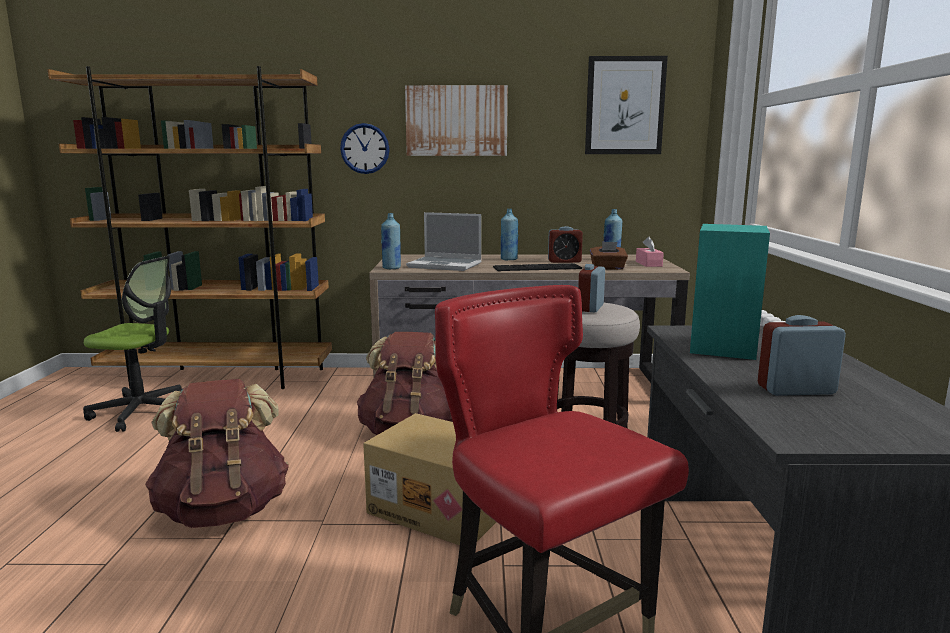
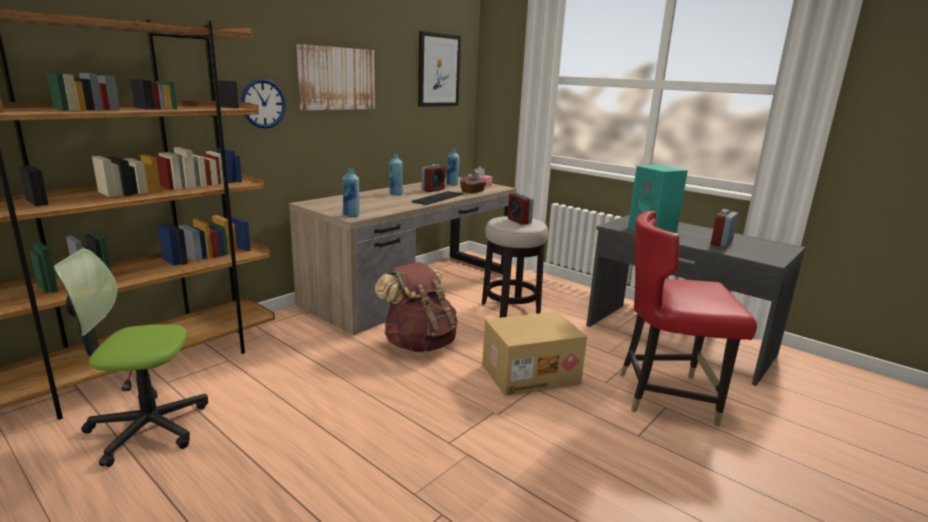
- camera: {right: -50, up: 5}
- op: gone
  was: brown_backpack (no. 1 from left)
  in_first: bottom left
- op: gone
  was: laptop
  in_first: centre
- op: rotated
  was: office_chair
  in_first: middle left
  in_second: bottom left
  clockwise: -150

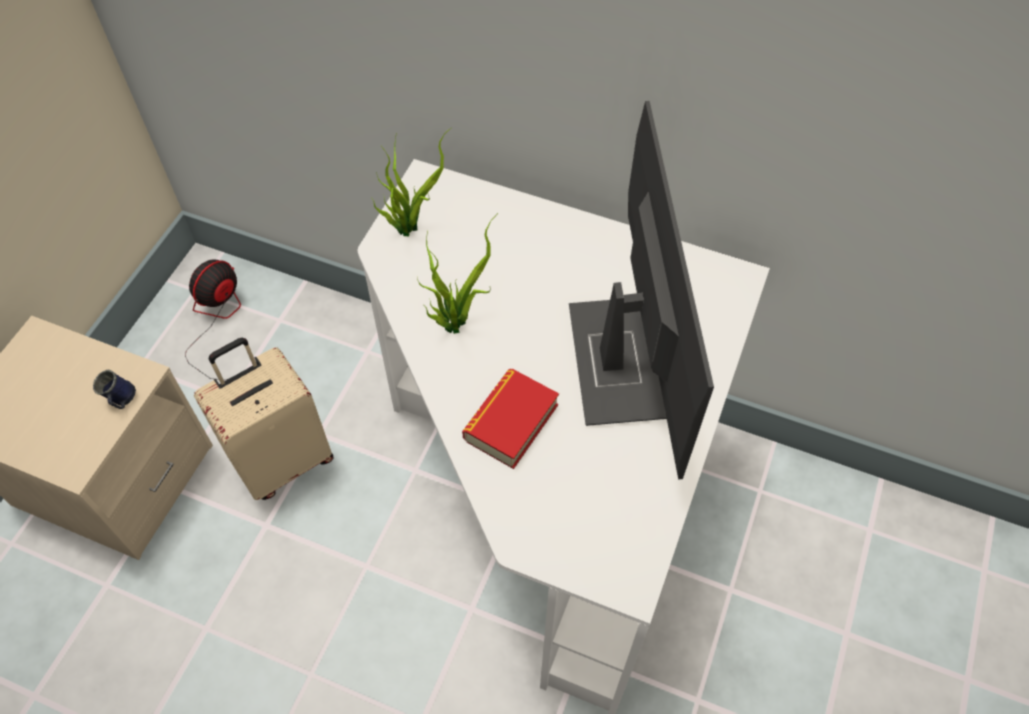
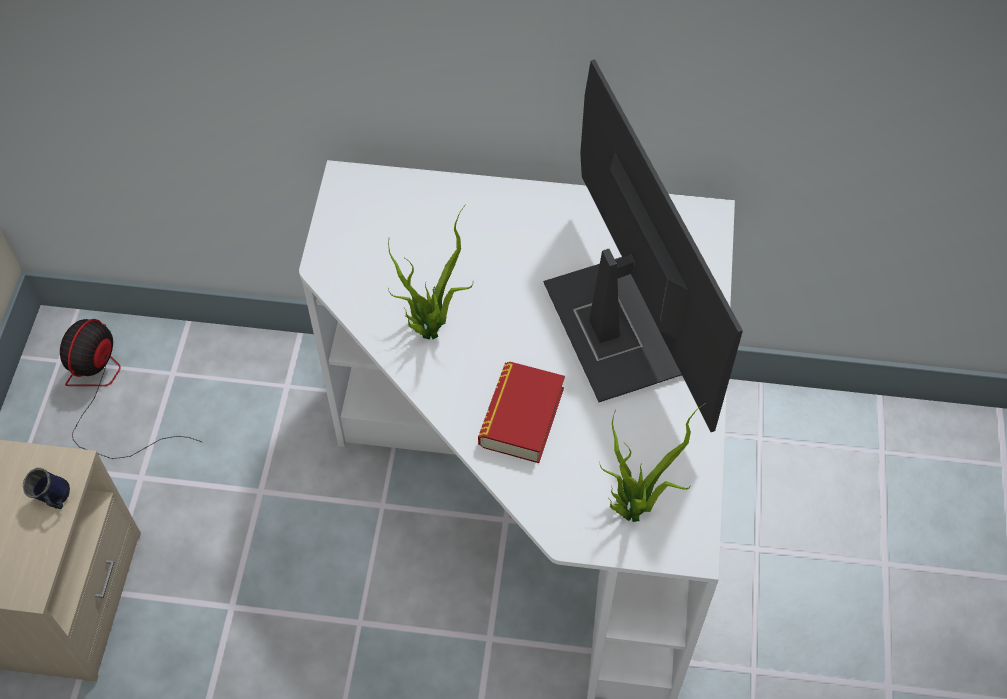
- camera: {right: -15, up: 0}
- op: gone
  was: beige_suitcase
  in_first: middle left
- op: shifted
  was: potted_plant (no. 1 from left in the first image)
  now: potted_plant (no. 2 from left)
  in_first: top centre
  in_second: centre

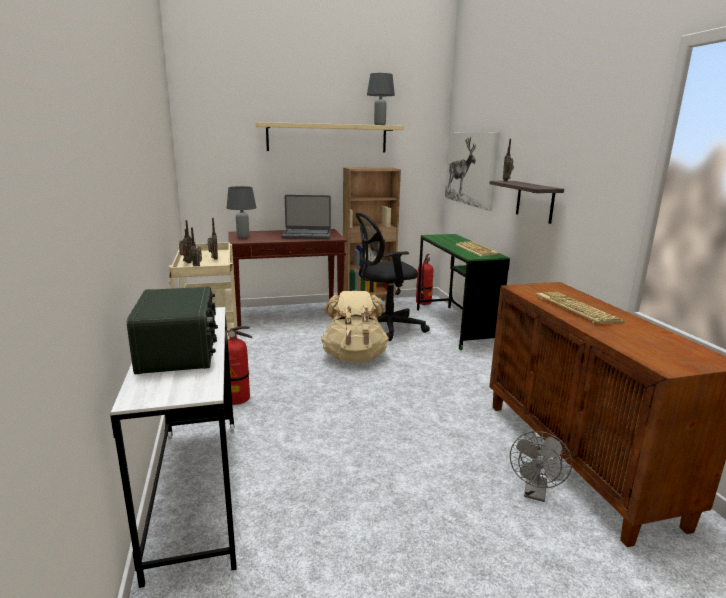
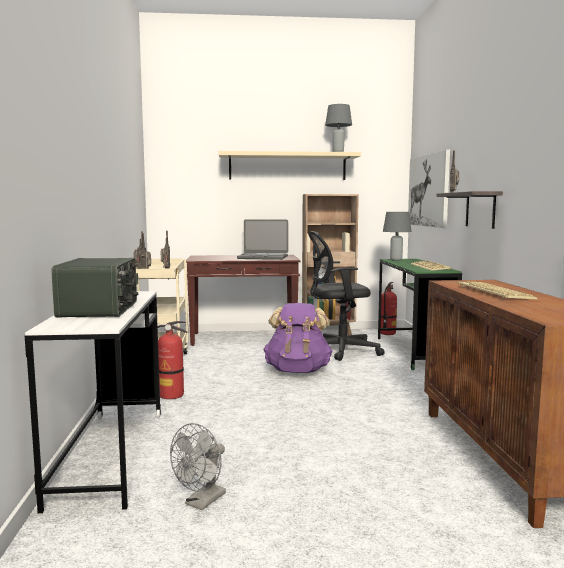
- camera: {right: 10, up: -10}
- op: shifted
  was: grey_table_lamp (no. 1 from left in the first image)
  now: grey_table_lamp (no. 2 from left)
  in_first: middle left
  in_second: middle right
- op: shifted
  was: grey_fan
  in_first: bottom right
  in_second: bottom centre
- op: repainted
  was: beige_backpack
  now: purple_backpack
  in_first: centre
  in_second: centre

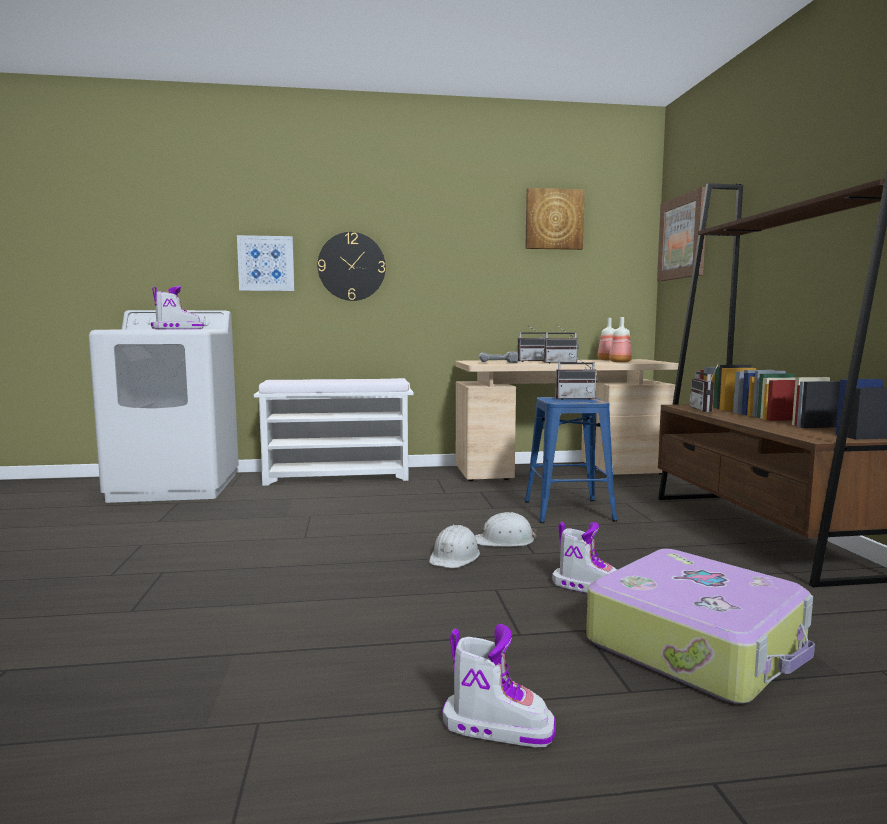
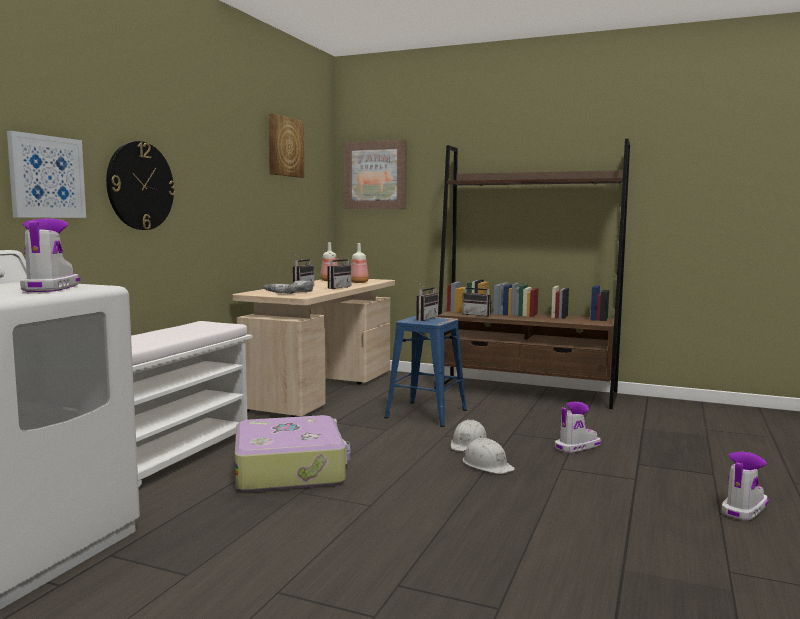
- camera: {right: -60, up: 0}
- op: shifted
  was: suitcase
  in_first: bottom right
  in_second: bottom centre

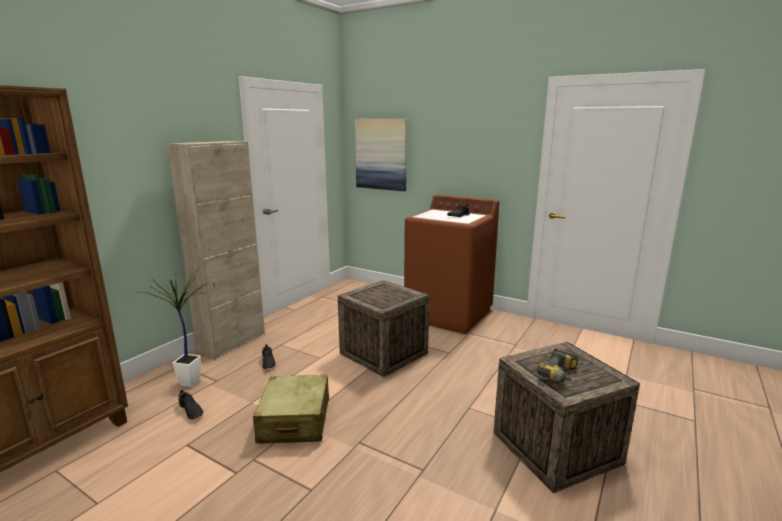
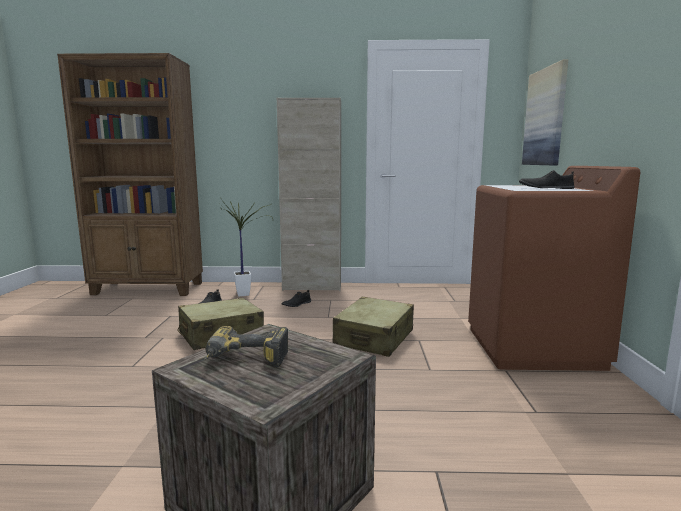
- camera: {right: 60, up: -5}
- op: swapped
  was: crate (no. 1 from left)
  now: beige_suitcase (no. 2 from left)
  in_first: centre
  in_second: centre

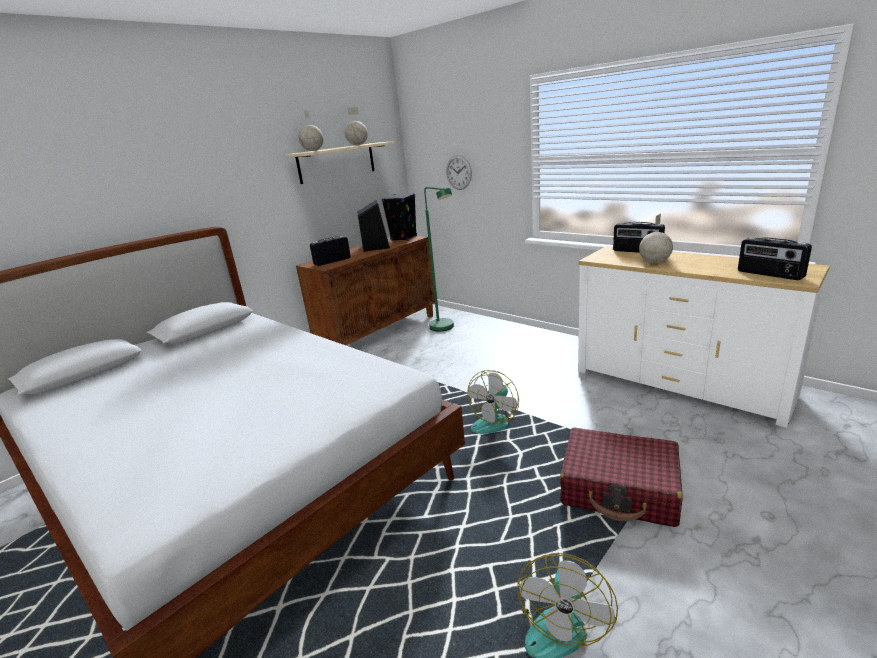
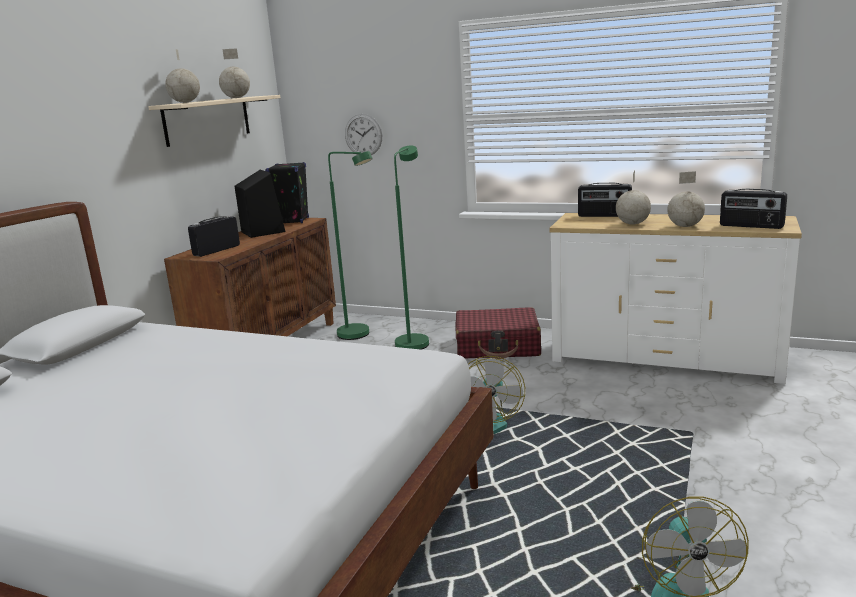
- camera: {right: -20, up: -5}
- op: new
  now: green_floor_lamp (no. 2 from left)
  in_second: centre
- op: new
  now: globe (no. 4 from left)
  in_second: middle right
- op: shifted
  was: red_suitcase
  in_first: bottom right
  in_second: centre

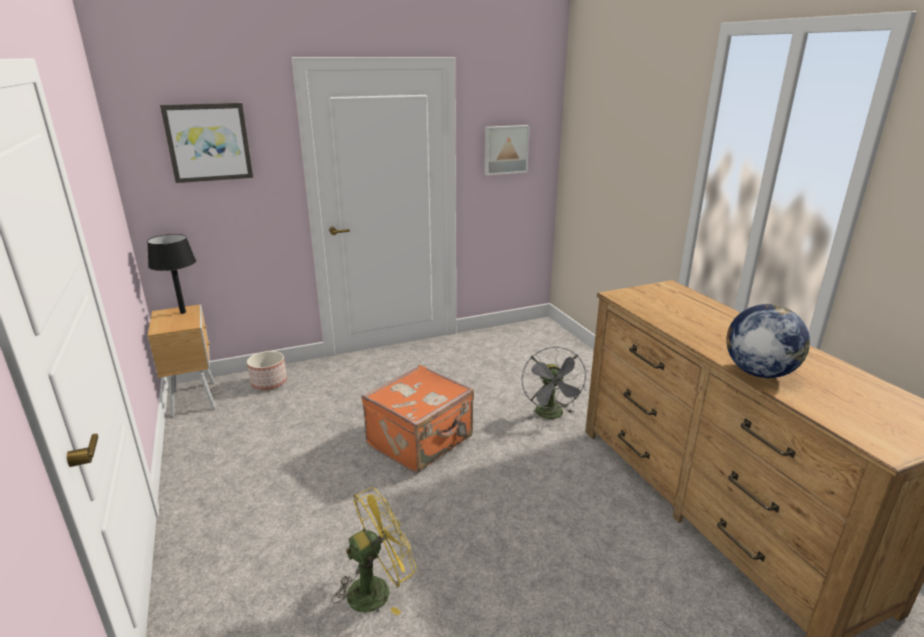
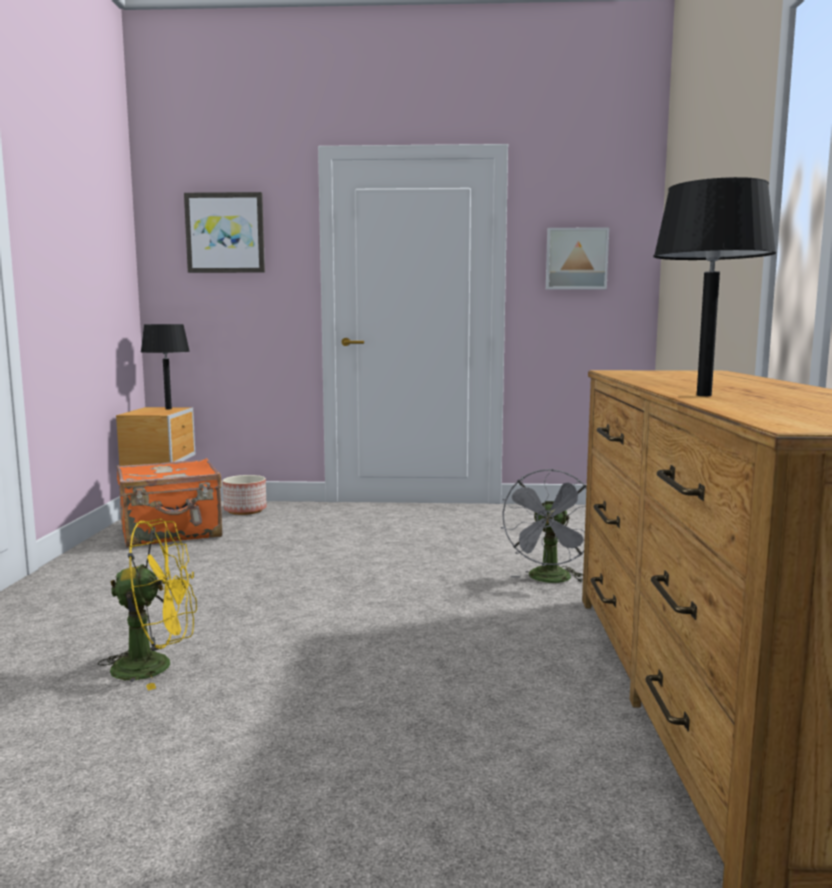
- camera: {right: 25, up: -15}
- op: shifted
  was: orange_suitcase
  in_first: centre
  in_second: middle left
- op: swapped
  was: globe
  now: black_table_lamp (no. 2 from left)
  in_first: middle right
  in_second: top right

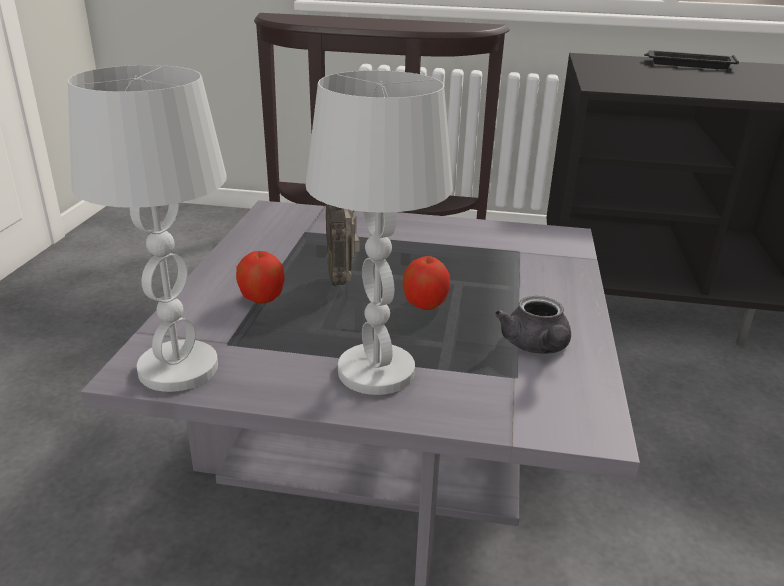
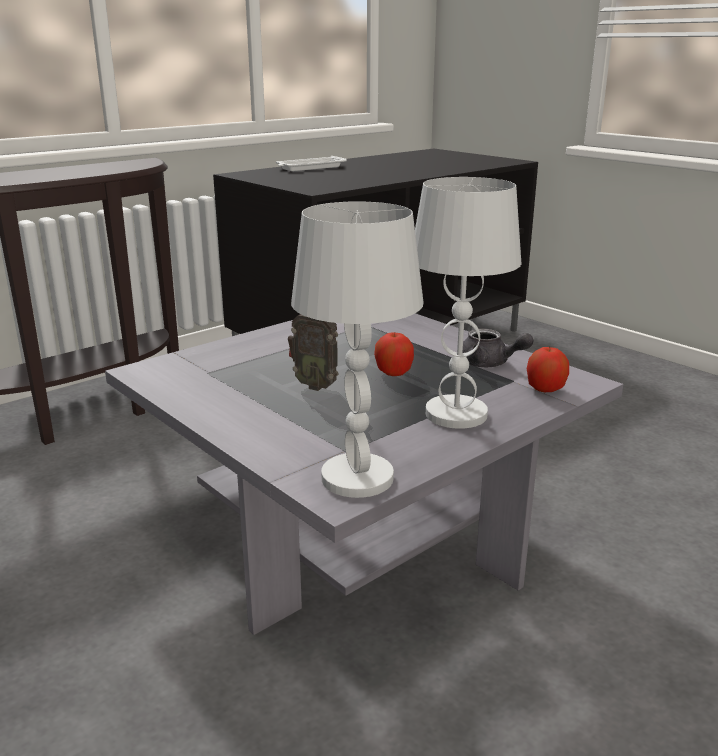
- camera: {right: -50, up: -5}
- op: shifted
  was: apple (no. 1 from left in the first image)
  now: apple (no. 2 from left)
  in_first: middle left
  in_second: middle right
- op: repainted
  was: black_tray
  now: white_tray
  in_first: top right
  in_second: top centre

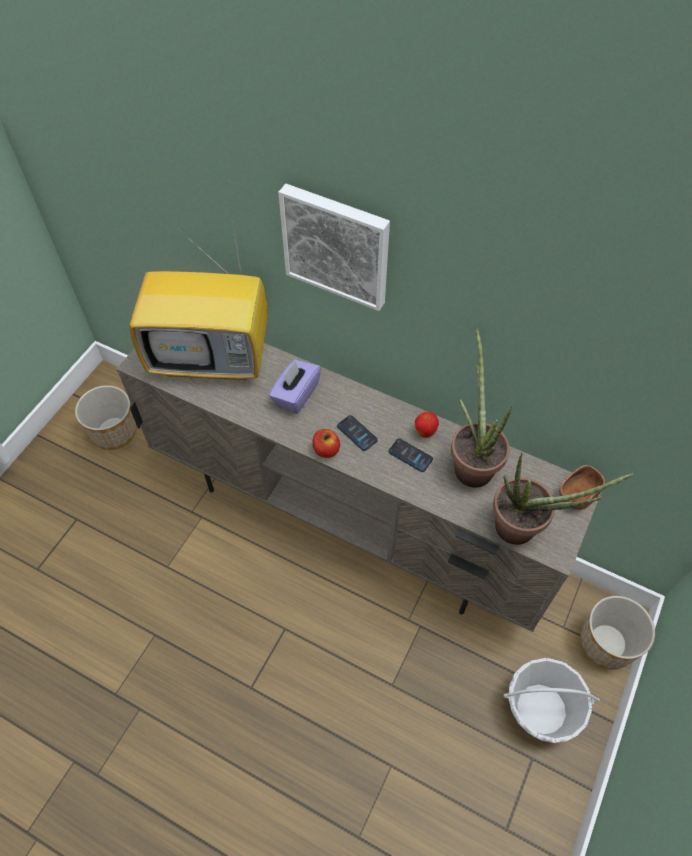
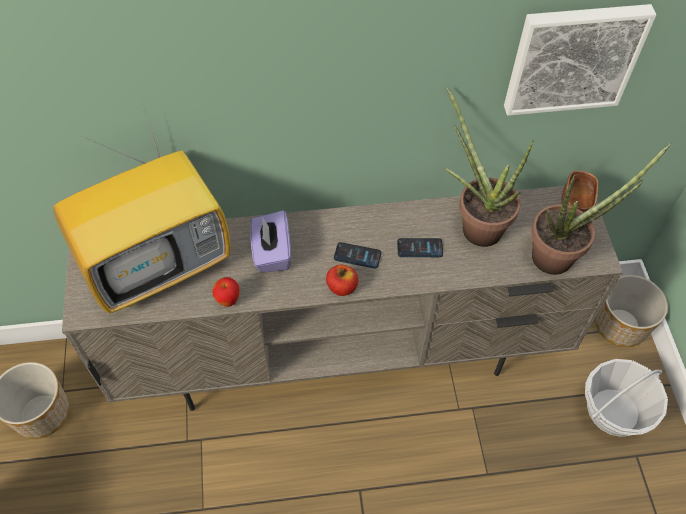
- camera: {right: -35, up: 0}
- op: shifted
  was: picture
  in_first: top centre
  in_second: top right
- op: shifted
  was: apple (no. 2 from left in the first image)
  now: apple (no. 1 from left)
  in_first: centre
  in_second: middle left

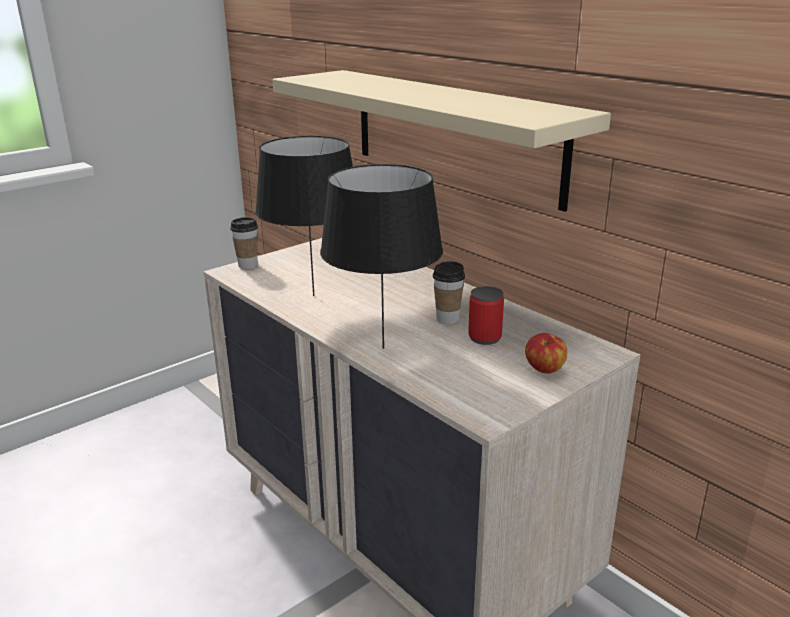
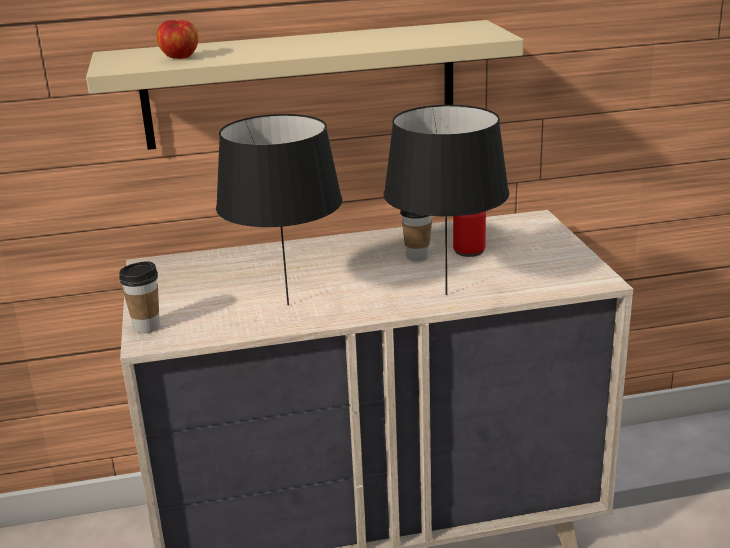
- camera: {right: -60, up: 0}
- op: shifted
  was: apple
  in_first: middle right
  in_second: top left

